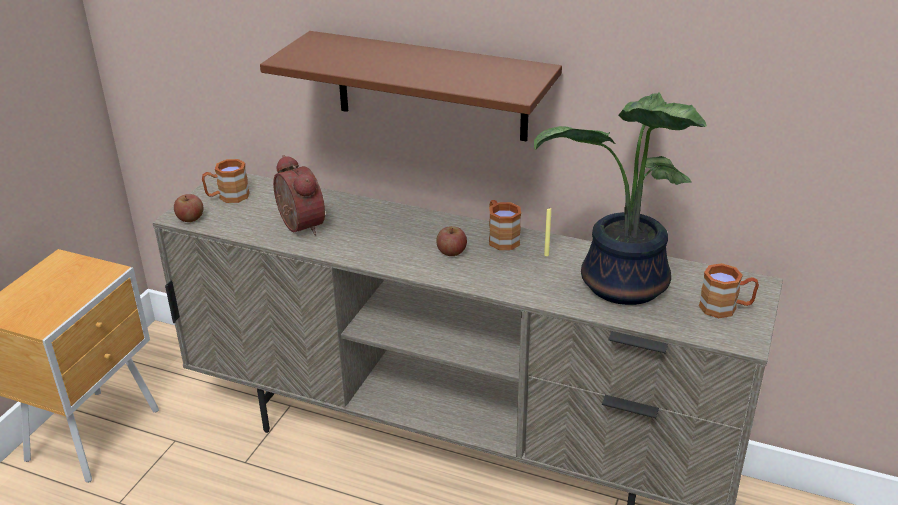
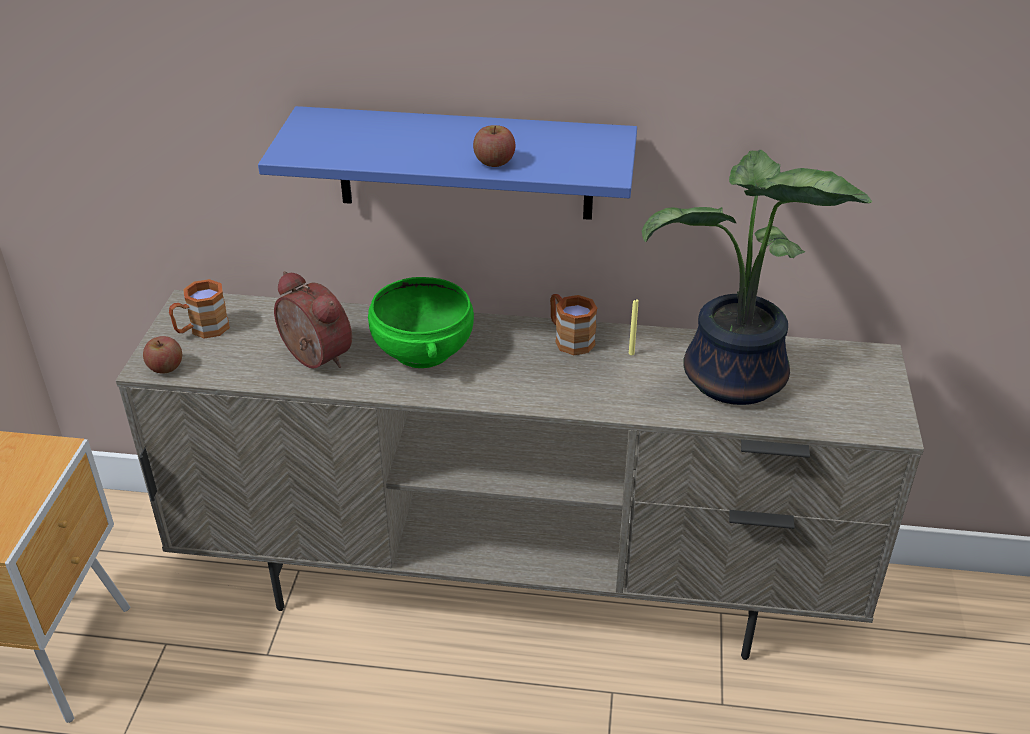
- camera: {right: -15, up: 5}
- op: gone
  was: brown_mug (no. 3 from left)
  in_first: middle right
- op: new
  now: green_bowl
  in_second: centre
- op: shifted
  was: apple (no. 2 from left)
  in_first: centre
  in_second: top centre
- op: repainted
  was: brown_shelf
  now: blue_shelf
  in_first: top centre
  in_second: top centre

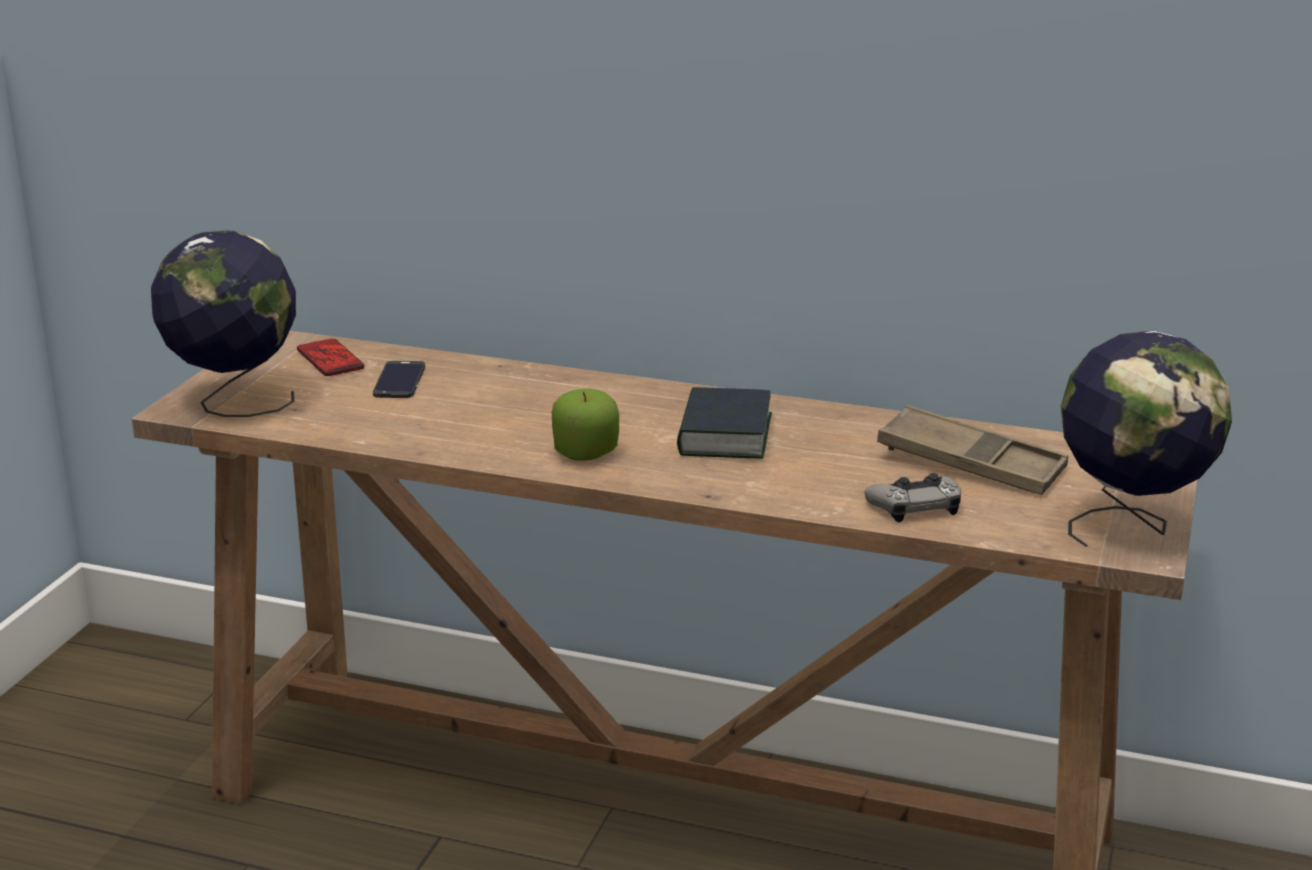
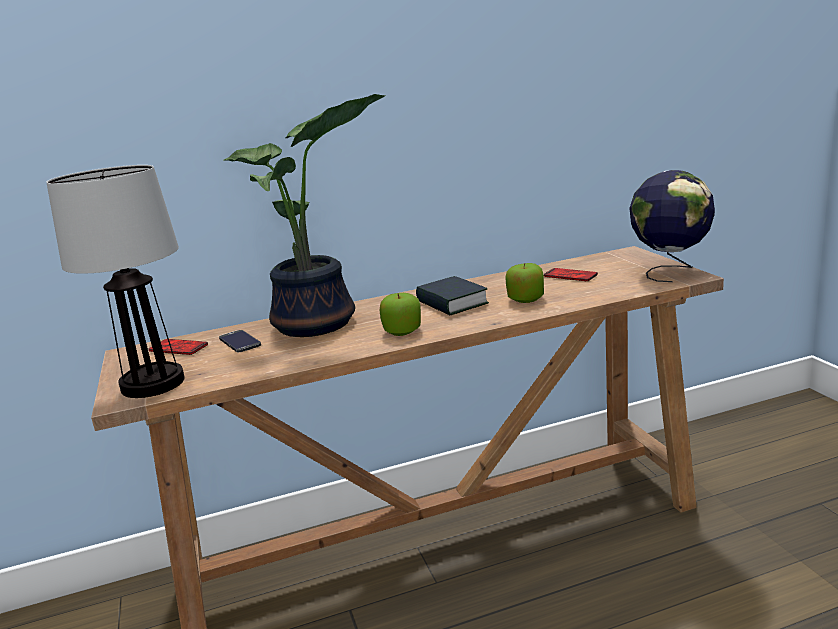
- camera: {right: -35, up: -5}
- op: gone
  was: grey_game_controller
  in_first: middle right
- op: new
  now: potted_plant
  in_second: centre
- op: new
  now: apple (no. 2 from left)
  in_second: centre
- op: swapped
  was: globe (no. 1 from left)
  now: table_lamp
  in_first: middle left
  in_second: middle left
- op: swapped
  was: brown_tray
  now: phone (no. 3 from left)
  in_first: middle right
  in_second: middle right

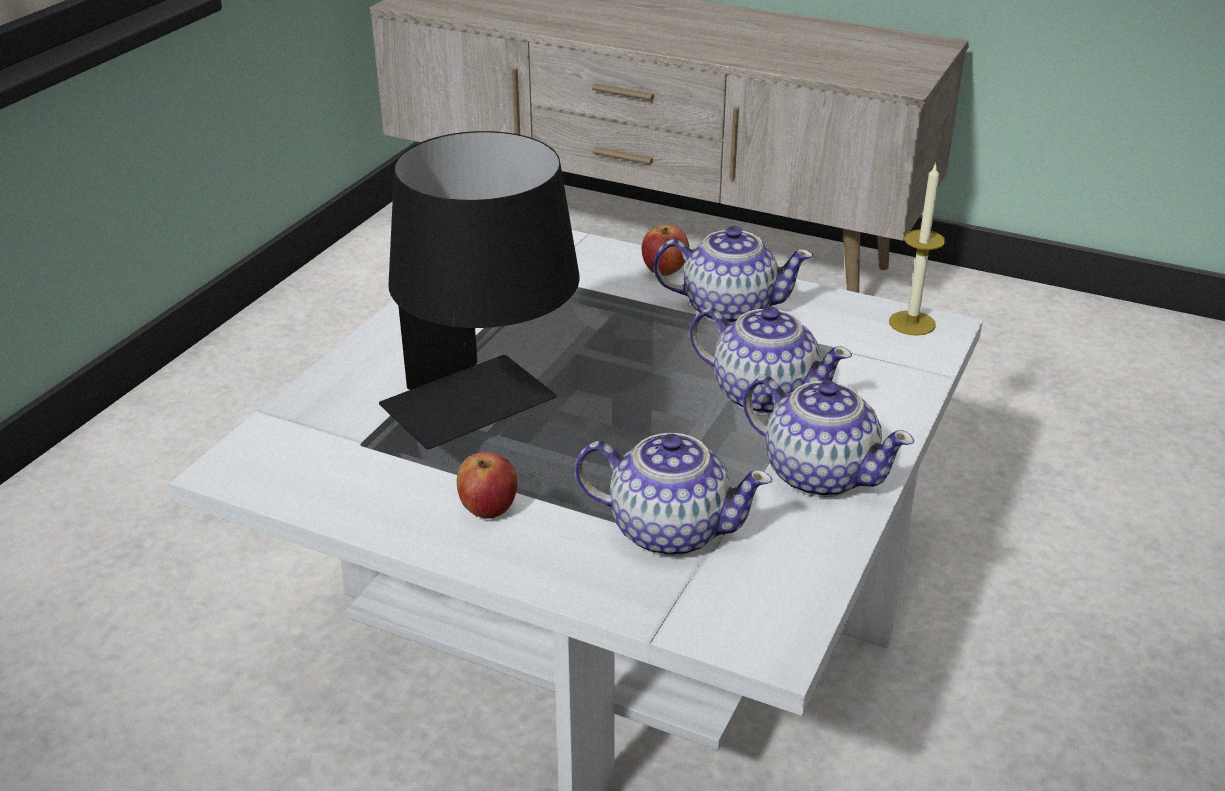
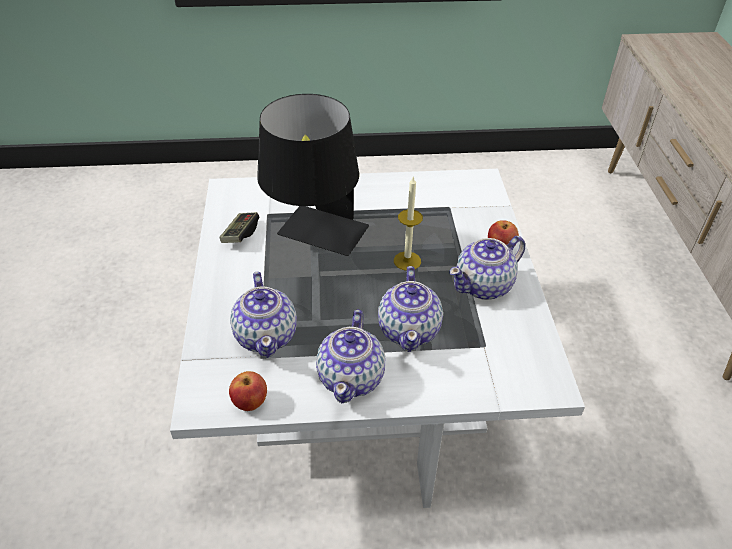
- camera: {right: 60, up: 10}
- op: new
  now: game_controller
  in_second: middle left
- op: shifted
  was: apple (no. 1 from left)
  in_first: centre
  in_second: bottom centre
- op: shifted
  was: candle
  in_first: top right
  in_second: centre
- op: rotated
  was: teapot (no. 2 from left in the first image)
  in_first: centre
  in_second: centre
  clockwise: 75

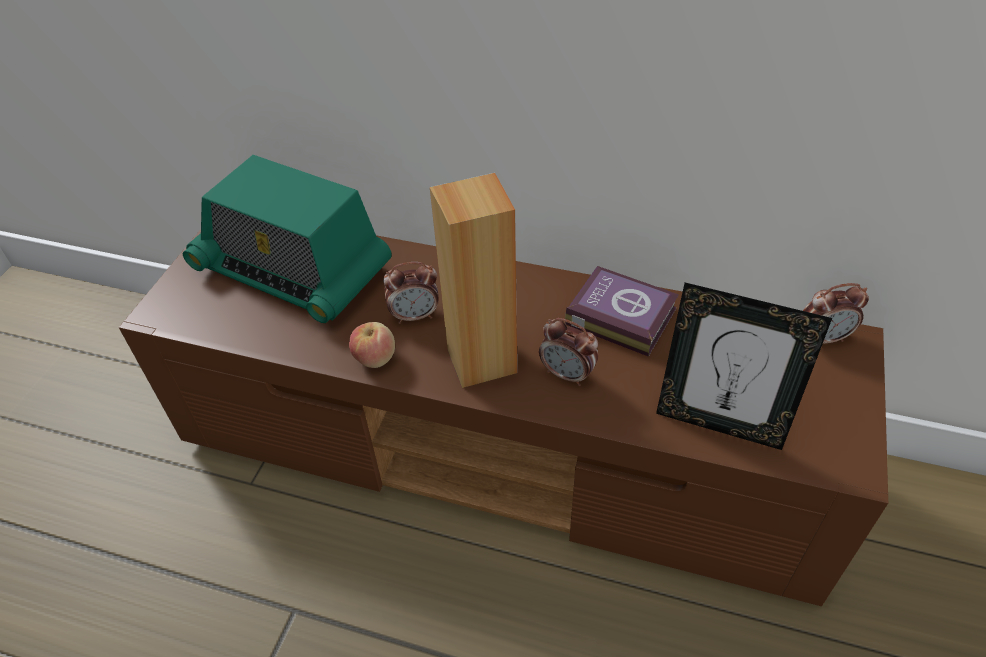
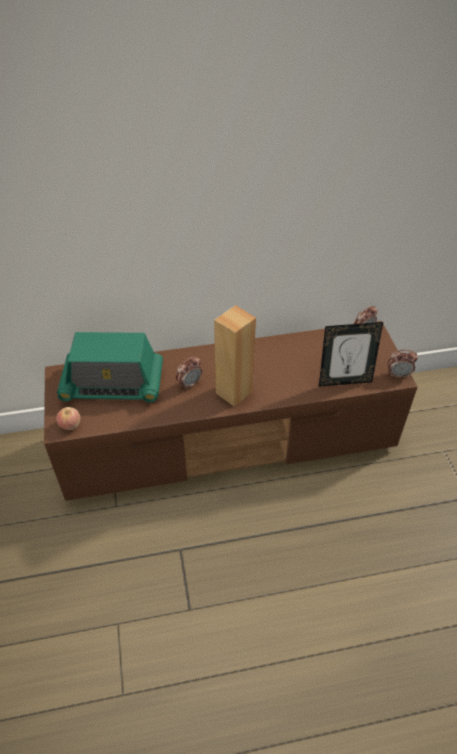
- camera: {right: -30, up: 0}
- op: gone
  was: book
  in_first: centre
- op: shifted
  was: apple
  in_first: centre
  in_second: middle left
- op: shifted
  was: alarm_clock (no. 2 from left in the first image)
  now: alarm_clock (no. 3 from left)
  in_first: centre
  in_second: middle right

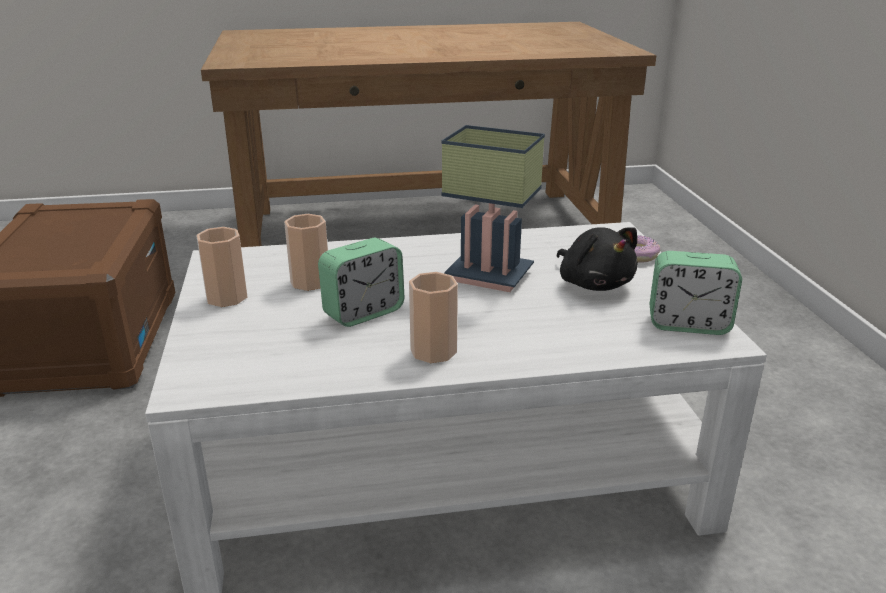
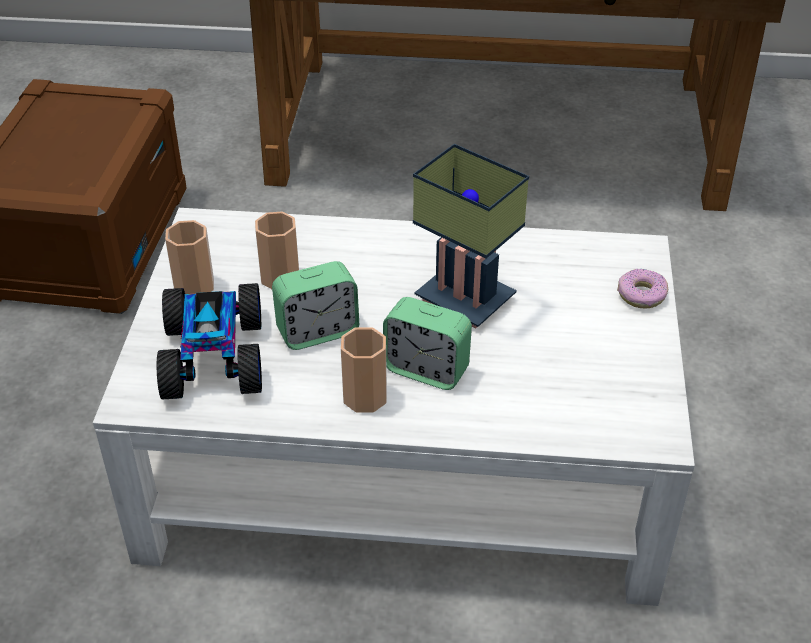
- camera: {right: 15, up: 15}
- op: gone
  was: black_plush_toy
  in_first: middle right
- op: new
  now: toy_car
  in_second: middle left
- op: shifted
  was: alarm_clock (no. 2 from left)
  in_first: middle right
  in_second: centre

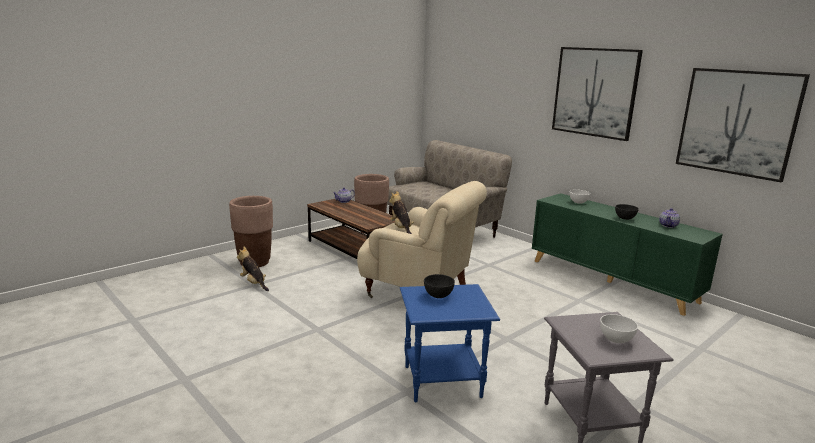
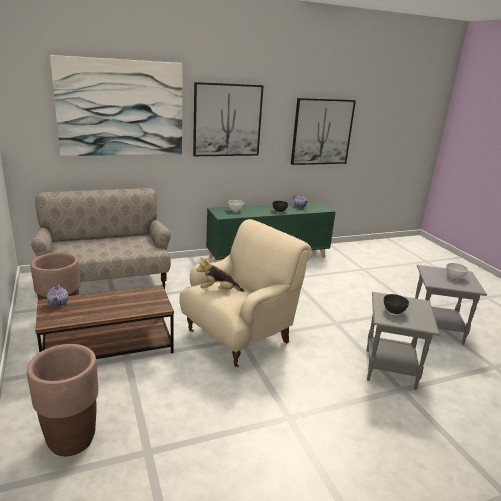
- camera: {right: -70, up: 5}
- op: gone
  was: plush_toy (no. 1 from left)
  in_first: middle left
- op: new
  now: picture (no. 1 from left)
  in_second: top left
- op: repainted
  was: blue_side_table
  now: grey_side_table (no. 1 from left)
  in_first: bottom centre
  in_second: bottom right

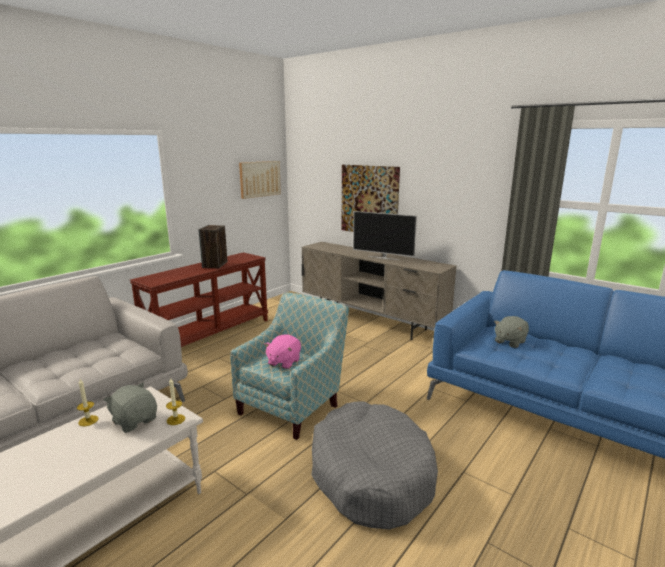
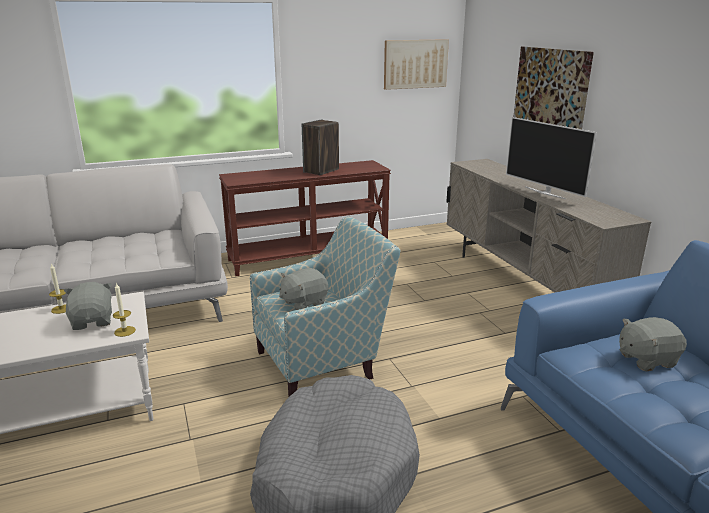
- camera: {right: 30, up: 5}
- op: repainted
  was: pink_plush_toy
  now: grey_plush_toy (no. 2 from left)
  in_first: centre
  in_second: centre

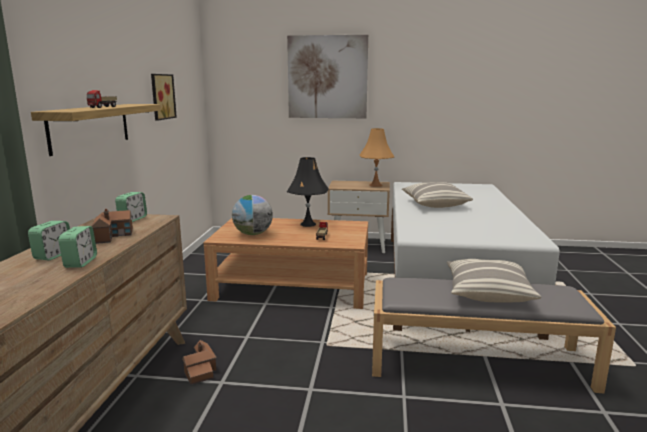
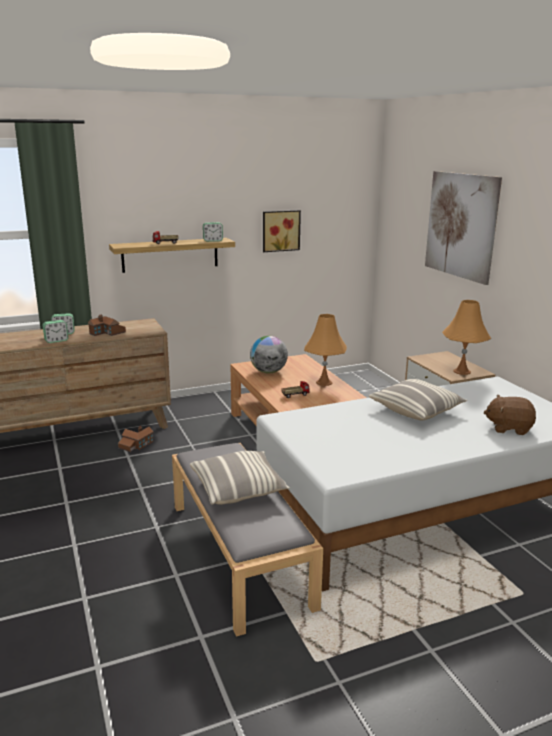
- camera: {right: 60, up: 5}
- op: new
  now: brown_plush_toy
  in_second: middle right
- op: shifted
  was: alarm_clock (no. 3 from left)
  in_first: middle left
  in_second: top centre
- op: repainted
  was: black_table_lamp
  now: orange_table_lamp (no. 1 from left)
  in_first: centre
  in_second: centre

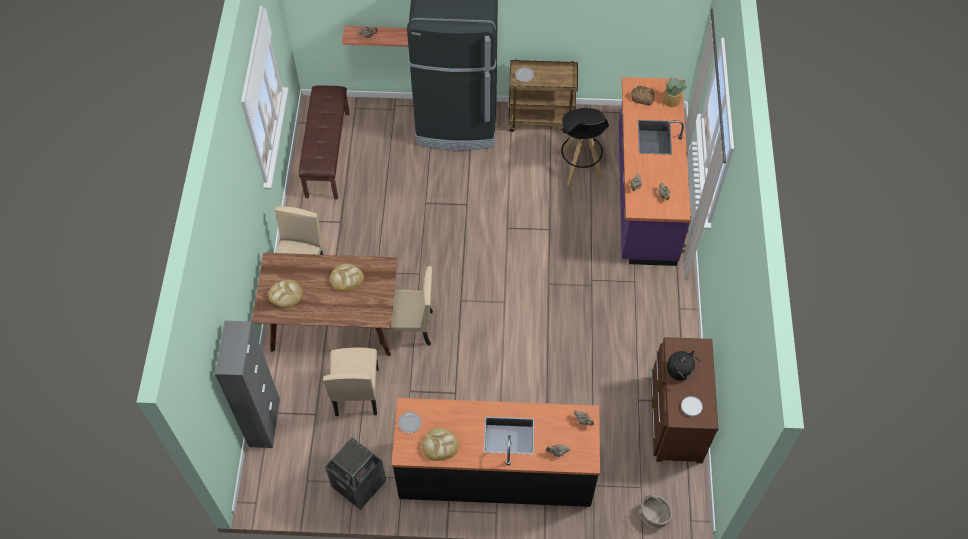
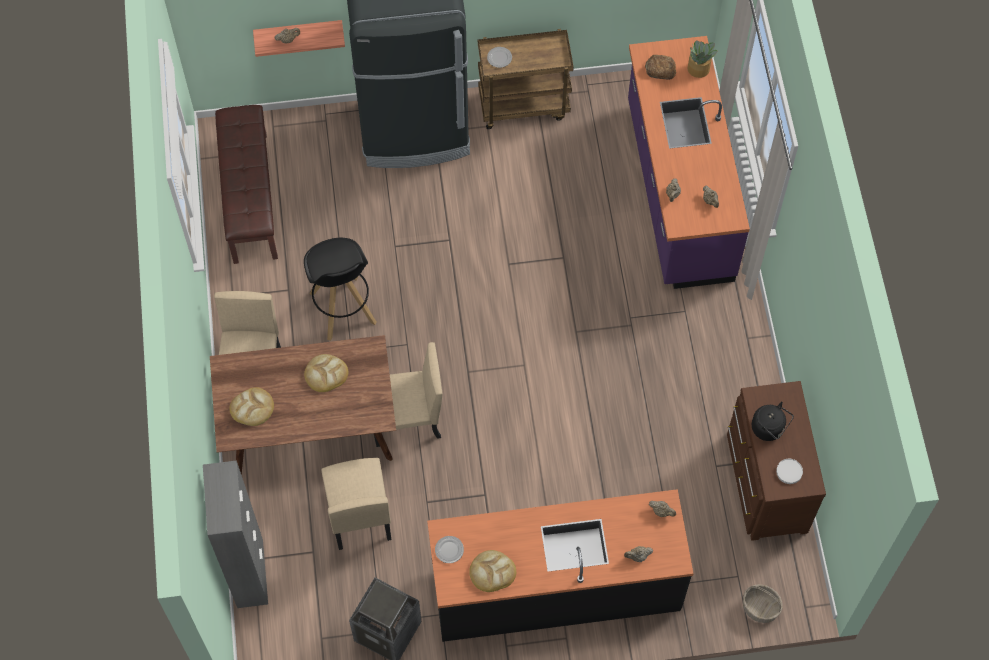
- camera: {right: -10, up: 5}
- op: shifted
  was: black_stool
  in_first: top centre
  in_second: centre

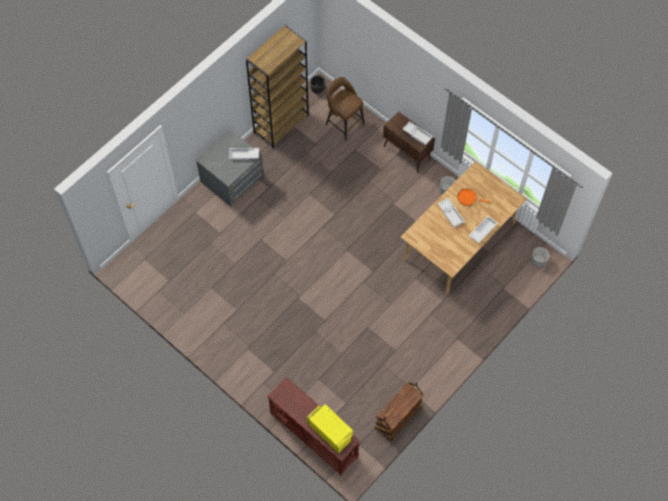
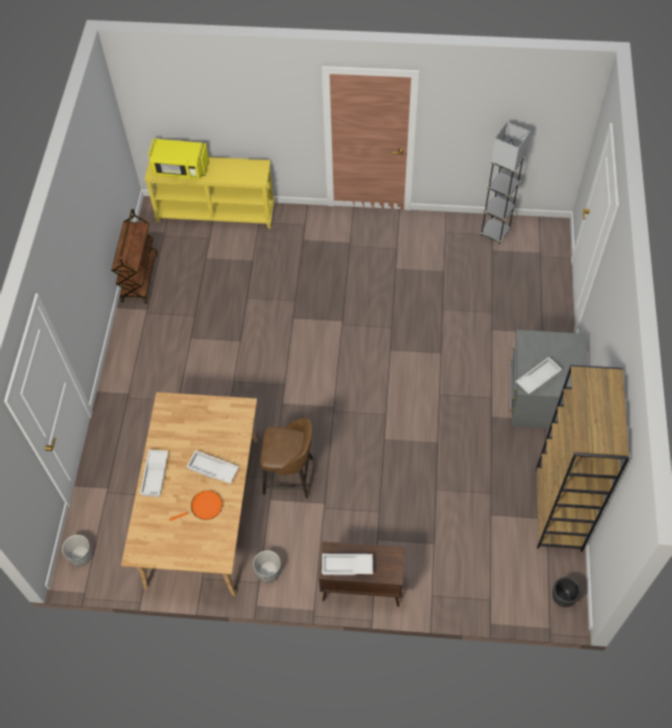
- camera: {right: 145, up: -5}
- op: new
  now: grey_floor_lamp
  in_second: top right
- op: shifted
  was: brown_stool
  in_first: top centre
  in_second: centre
- op: repainted
  was: brown_console_table
  now: yellow_console_table
  in_first: bottom centre
  in_second: top left

